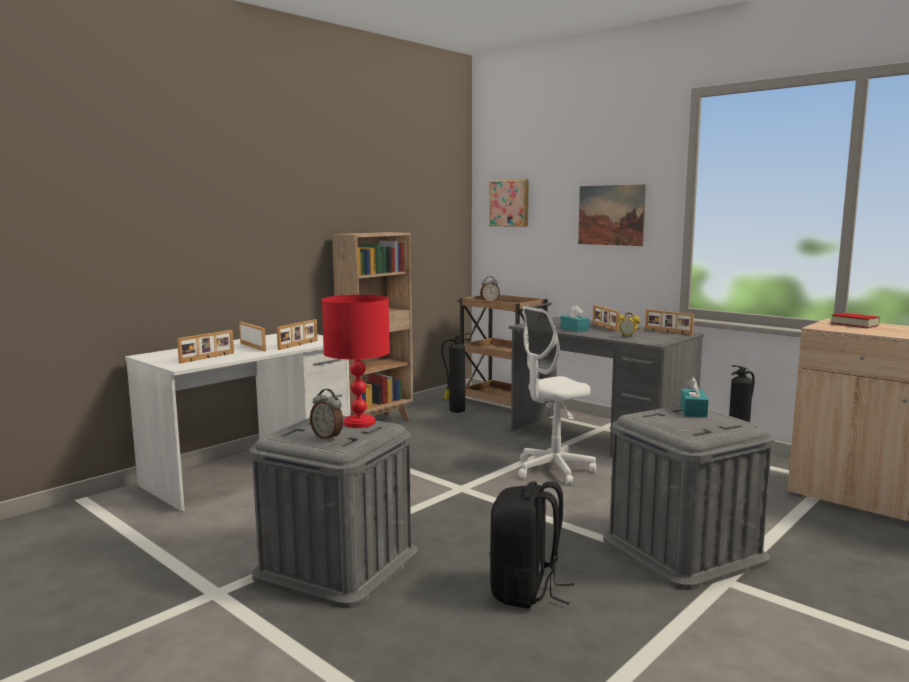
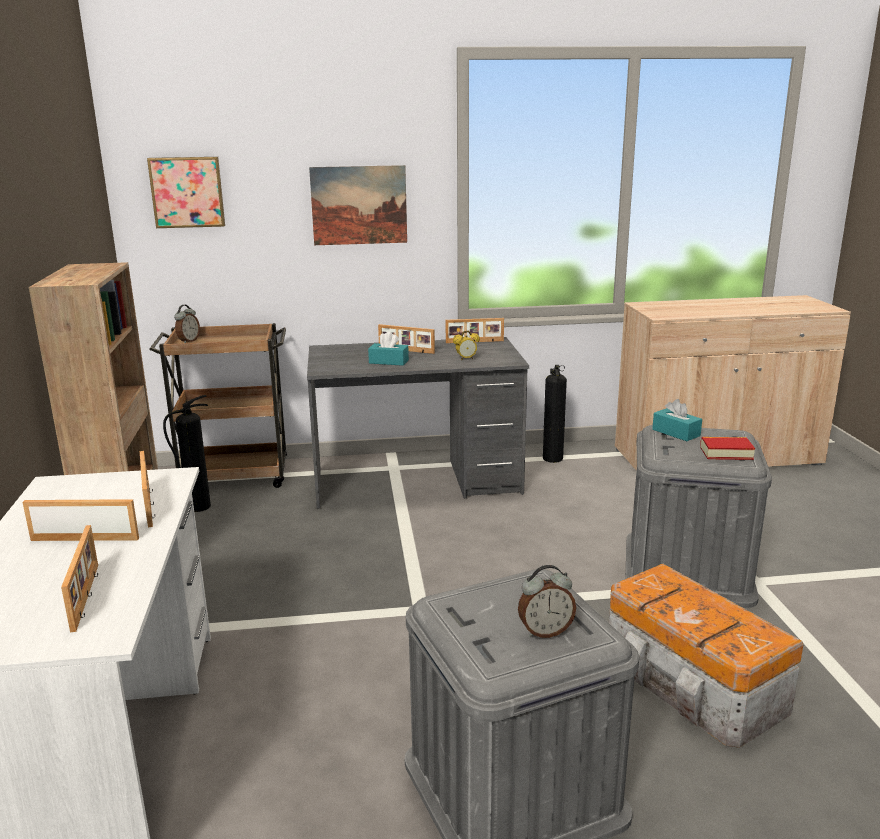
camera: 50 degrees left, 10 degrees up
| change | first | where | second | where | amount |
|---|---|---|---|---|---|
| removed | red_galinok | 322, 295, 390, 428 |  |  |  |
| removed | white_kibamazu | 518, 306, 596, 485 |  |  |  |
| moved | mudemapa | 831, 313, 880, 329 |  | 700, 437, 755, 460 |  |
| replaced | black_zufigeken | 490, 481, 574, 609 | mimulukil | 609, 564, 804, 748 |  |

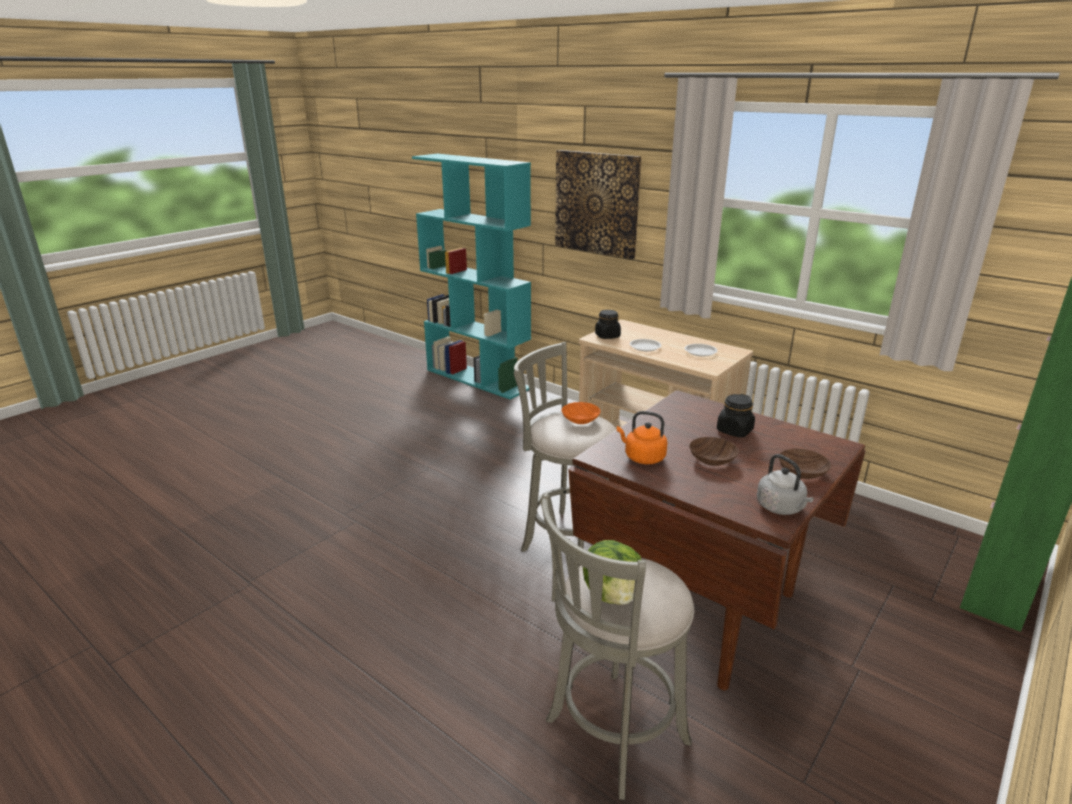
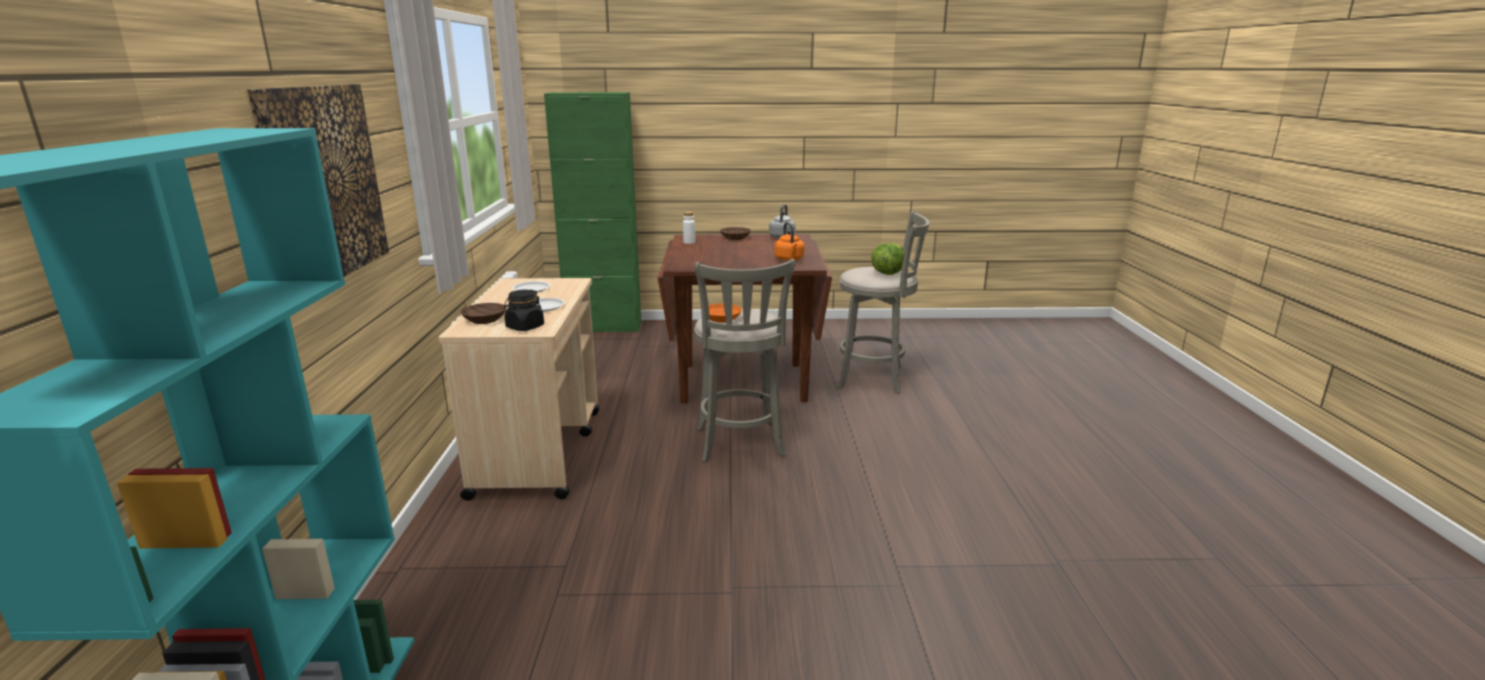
camera: 130 degrees left, 5 degrees down
| change | first | where | second | where | amount |
|---|---|---|---|---|---|
| removed | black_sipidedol | 717, 394, 755, 438 |  |  |  |
| moved | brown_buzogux | 689, 437, 739, 466 |  | 461, 303, 507, 324 |  |
| added |  |  | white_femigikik | 683, 211, 695, 244 |  |

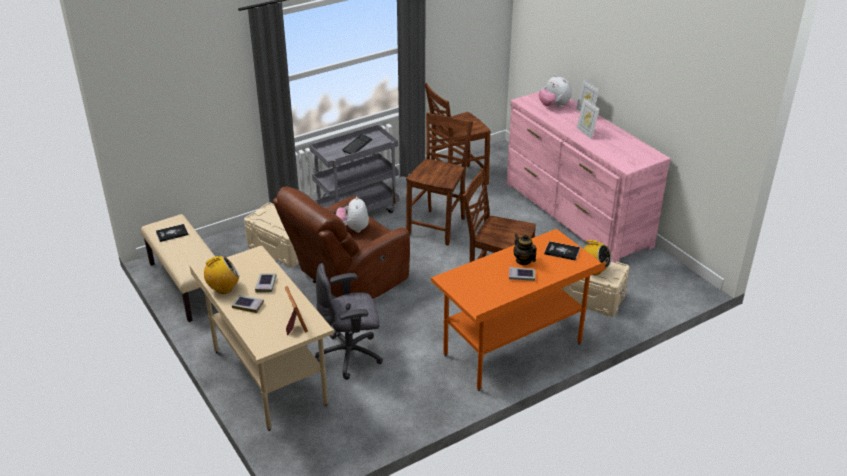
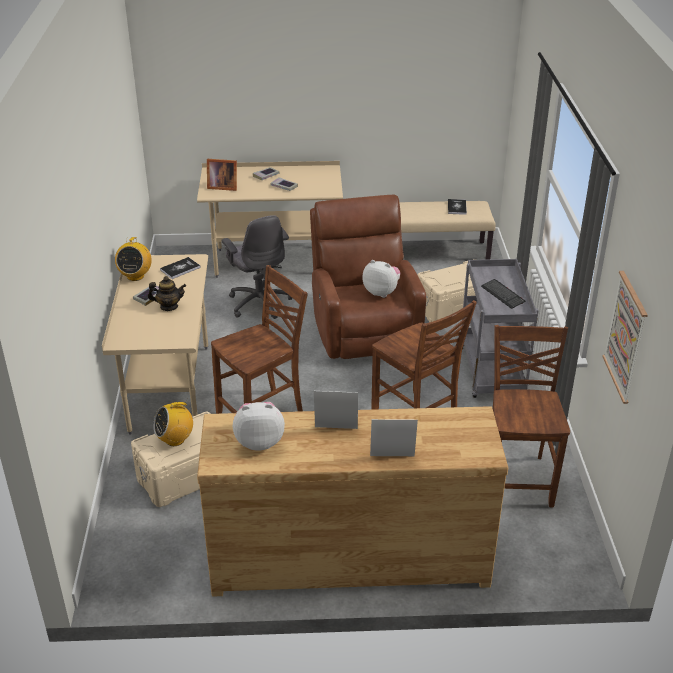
camera: 120 degrees right, 0 degrees up
| change | first | where | second | where | amount |
|---|---|---|---|---|---|
| moved | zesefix | 539, 74, 572, 107 |  | 233, 402, 285, 451 |  |
| recoloured | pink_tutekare | 507, 92, 671, 263 | brown_tutekare | 197, 406, 508, 597 |  |
| recoloured | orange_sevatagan | 431, 229, 606, 391 | beige_sevatagan | 102, 254, 208, 435 |  |
| moved | mudemapa | 544, 241, 580, 261 |  | 160, 257, 201, 279 |  |
| moved | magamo | 204, 256, 240, 294 |  | 115, 237, 152, 281 |  |
| turned | grey_kibamazu | 315, 263, 383, 380 |  | 222, 215, 292, 319 | 135 degrees clockwise |
| added |  |  | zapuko | 602, 271, 648, 404 |  |

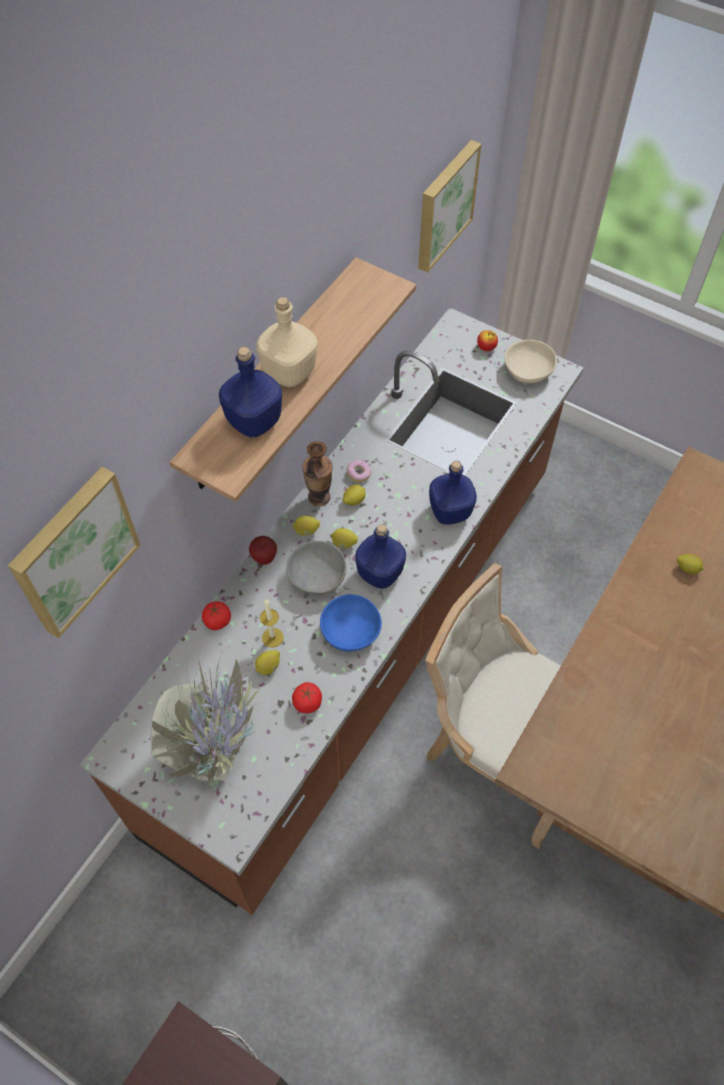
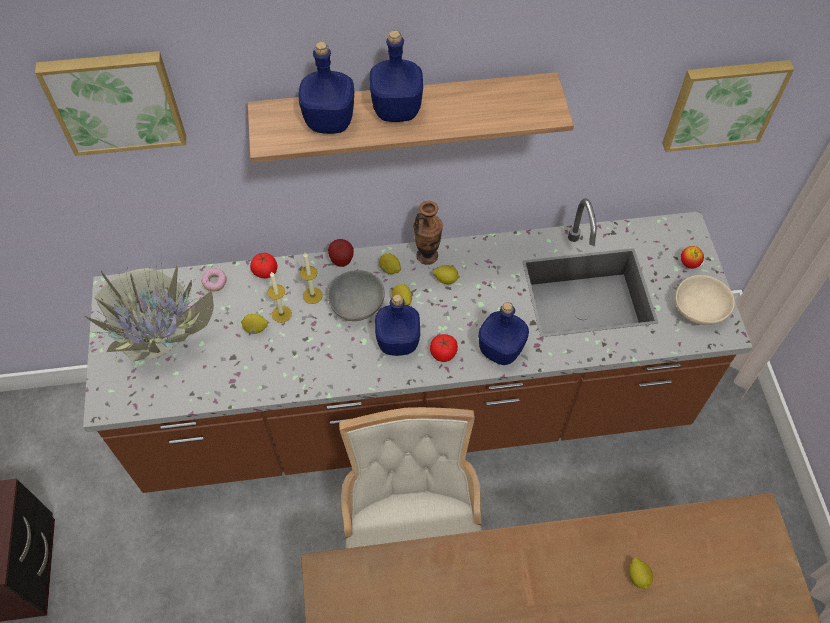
camera: 50 degrees right, 0 degrees up
| change | first | where | second | where | amount |
|---|---|---|---|---|---|
| recoloured | beige_femigikik | 256, 297, 317, 387 | blue_femigikik | 370, 30, 423, 122 |  |
| moved | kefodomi | 347, 460, 371, 482 |  | 202, 268, 227, 292 |  |
| removed | blue_buzogux | 320, 594, 382, 652 |  |  |  |
| moved | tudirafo | 292, 682, 322, 713 |  | 430, 334, 458, 362 |  |
| added |  |  | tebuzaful | 300, 253, 323, 304 |  |

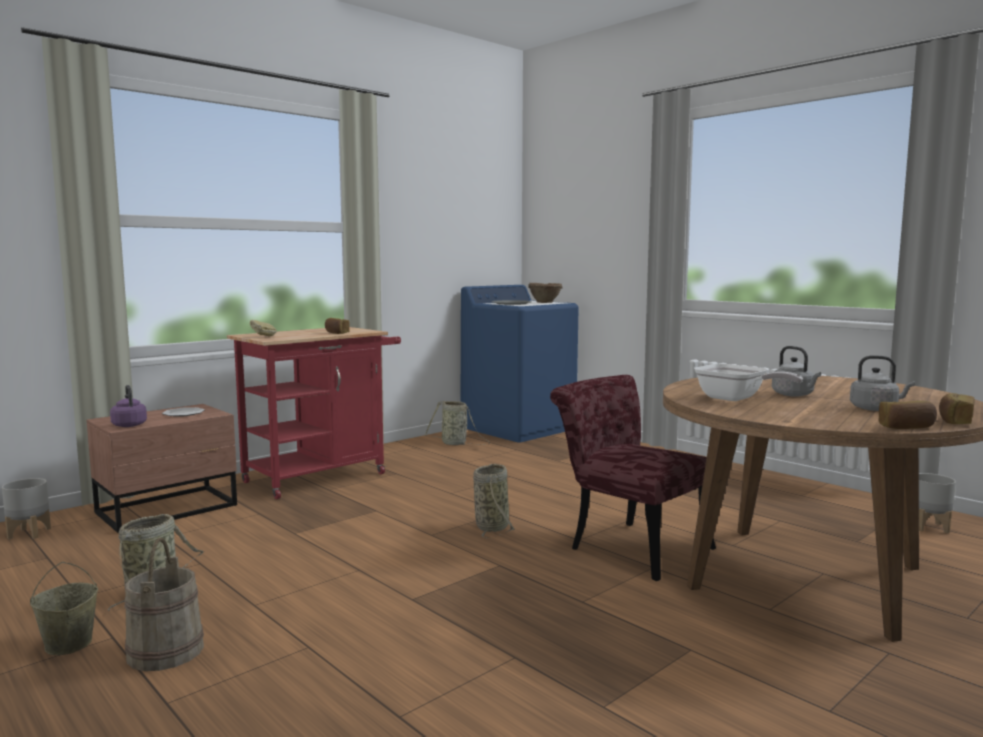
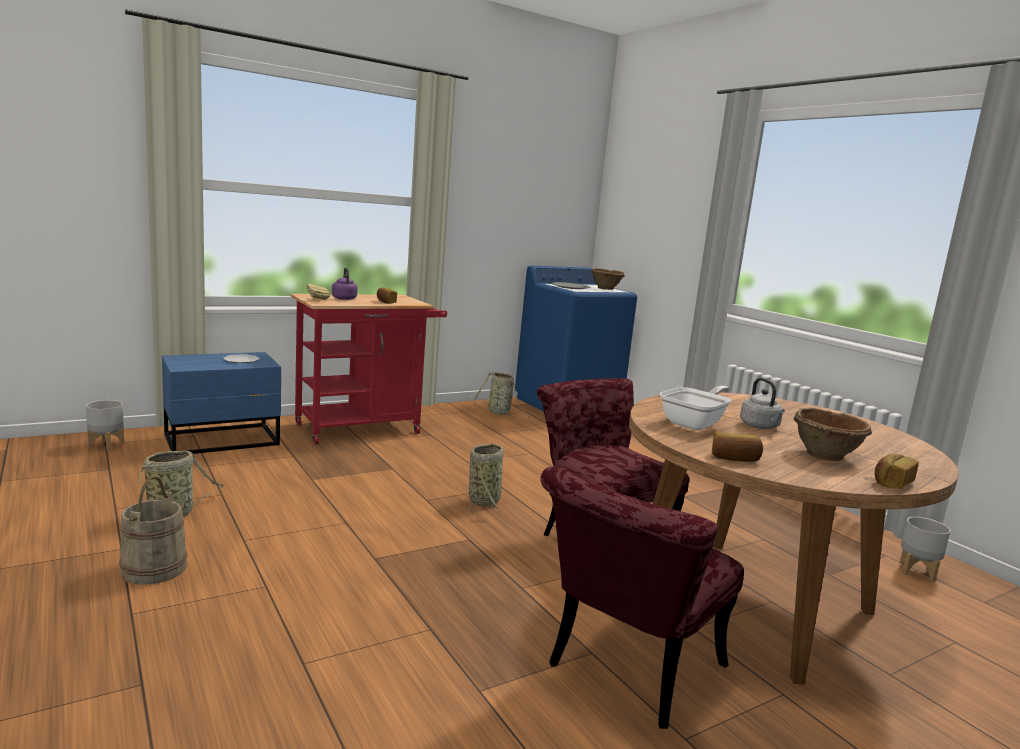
camera: 10 degrees right, 5 degrees up
| change | first | where | second | where | amount |
|---|---|---|---|---|---|
| replaced | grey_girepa | 850, 355, 915, 411 | brown_buzogux | 794, 408, 872, 461 |  |
| turned | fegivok | 694, 364, 803, 401 |  | 660, 386, 731, 430 | 105 degrees counterclockwise |
| moved | purple_girepa | 110, 385, 147, 427 |  | 332, 267, 358, 300 |  |
| moved | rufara | 879, 401, 937, 429 |  | 712, 431, 763, 462 |  |
| recoloured | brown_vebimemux | 86, 404, 237, 533 | blue_vebimemux | 162, 352, 281, 454 |  |
| removed | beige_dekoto | 30, 562, 98, 655 |  |  |  |
| added |  |  | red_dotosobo | 540, 466, 744, 729 |  |

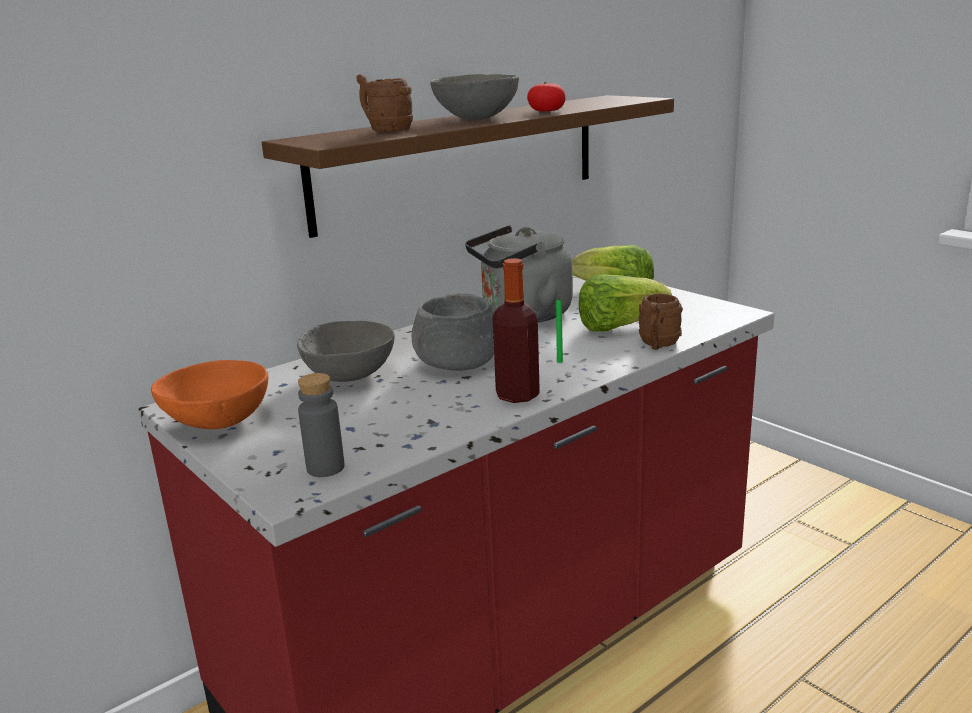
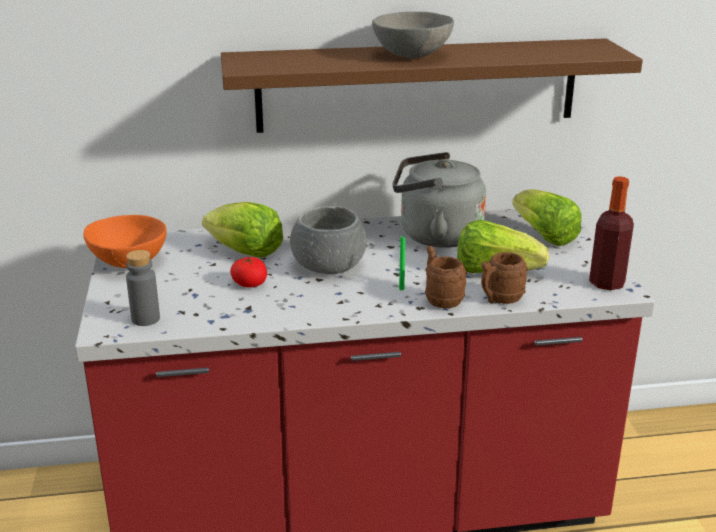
camera: 30 degrees right, 5 degrees up
| change | first | where | second | where | amount |
|---|---|---|---|---|---|
| moved | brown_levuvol | 357, 74, 413, 132 |  | 425, 246, 467, 308 |  |
| moved | tudirafo | 527, 82, 566, 111 |  | 230, 257, 267, 287 |  |
| moved | femigikik | 492, 258, 540, 403 |  | 589, 176, 634, 290 |  |
| replaced | grey_buzogux | 297, 321, 395, 382 | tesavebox | 202, 202, 283, 258 |  |

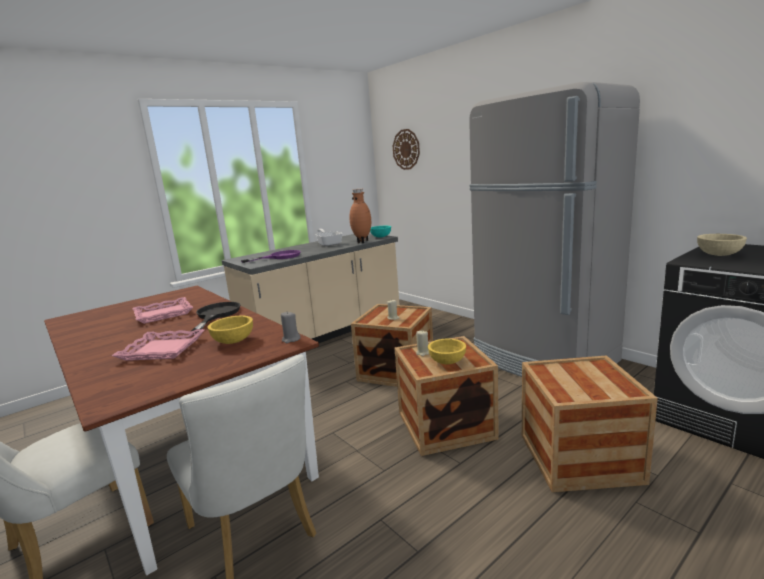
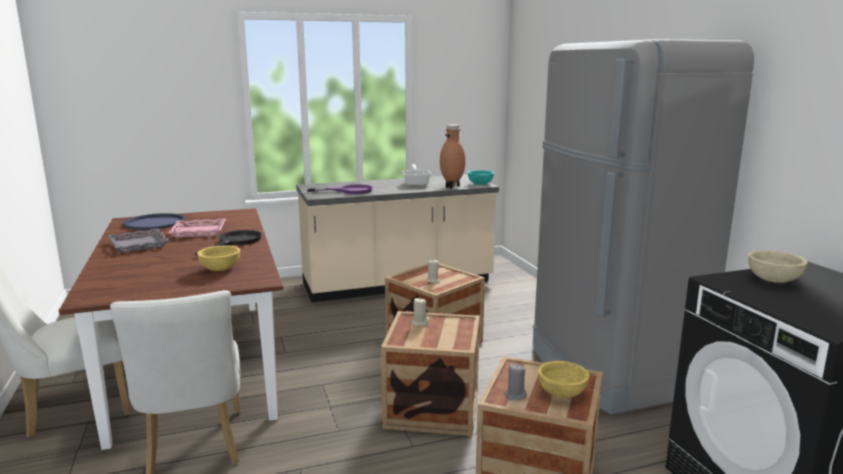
camera: 20 degrees right, 0 degrees up
| change | first | where | second | where | amount |
|---|---|---|---|---|---|
| removed | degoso | 393, 129, 420, 170 |  |  |  |
| moved | grey_tebuzaful | 281, 311, 301, 343 |  | 505, 364, 527, 400 |  |
| removed | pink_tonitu | 112, 329, 204, 361 |  |  |  |
| moved | yellow_buzogux | 428, 339, 466, 364 |  | 538, 361, 589, 398 |  |
| added |  |  | blue_tonitu | 122, 213, 186, 230 |  |
| added |  |  | grey_tonitu | 107, 228, 169, 253 |  |

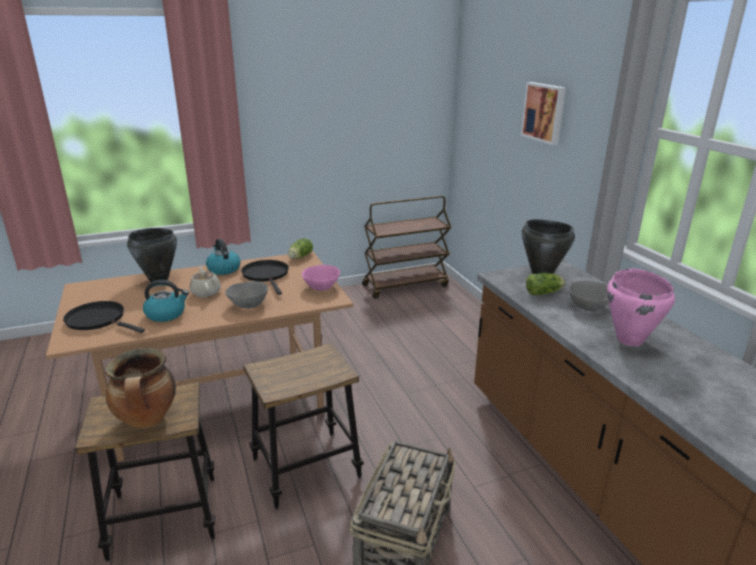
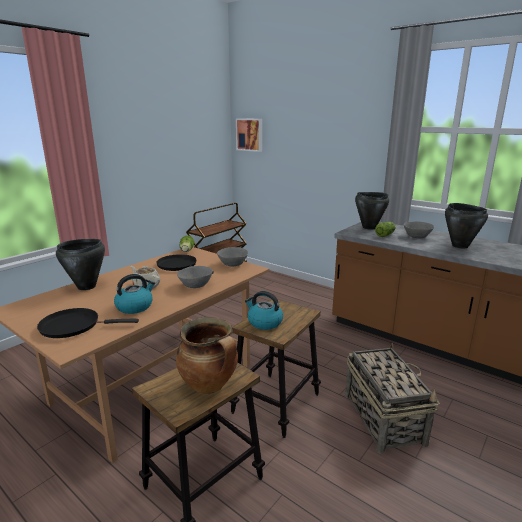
camera: 30 degrees left, 5 degrees down
| change | first | where | second | where | amount |
|---|---|---|---|---|---|
| moved | zapuko | 521, 82, 566, 145 |  | 236, 119, 262, 152 |  |
| moved | girepa | 206, 239, 240, 275 |  | 245, 291, 283, 330 |  |
| recoloured | pink_buzogux | 302, 265, 340, 291 | grey_buzogux | 217, 247, 248, 266 |  |
| recoloured | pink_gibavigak | 607, 268, 675, 346 | black_gibavigak | 445, 203, 488, 248 |  |

